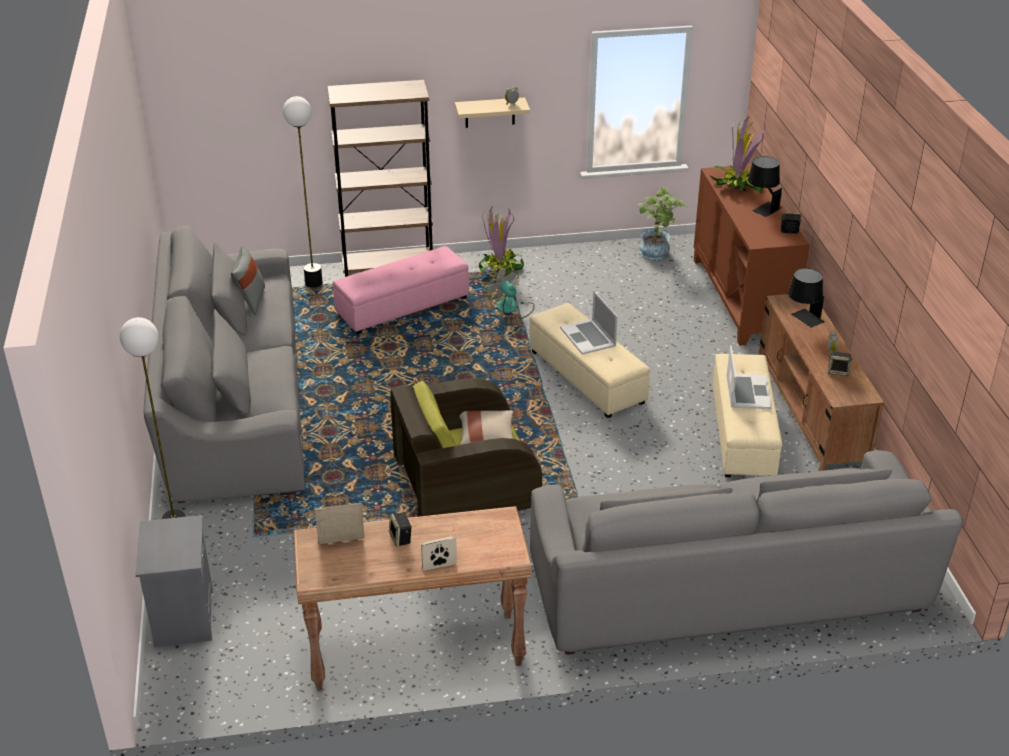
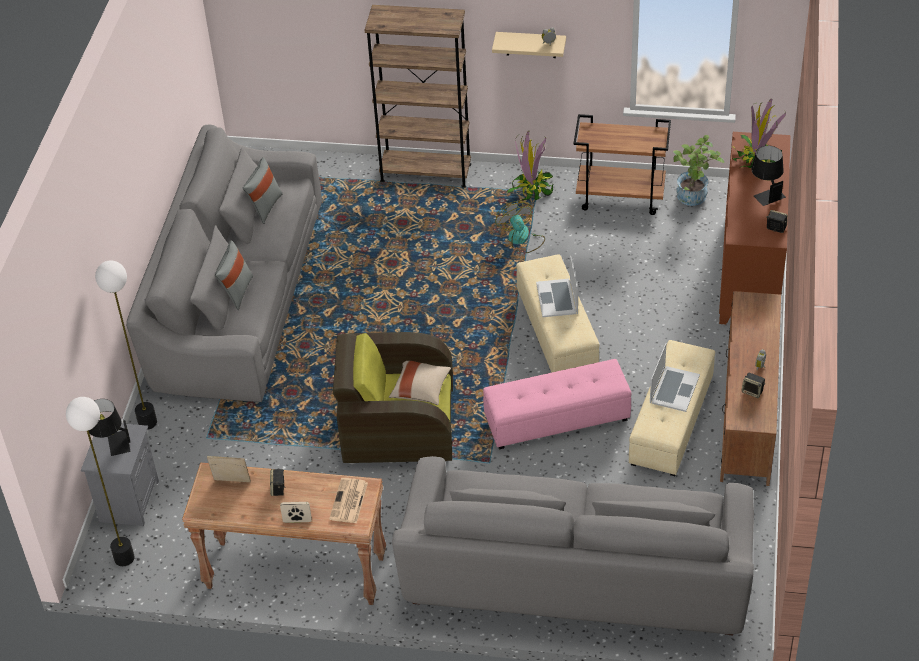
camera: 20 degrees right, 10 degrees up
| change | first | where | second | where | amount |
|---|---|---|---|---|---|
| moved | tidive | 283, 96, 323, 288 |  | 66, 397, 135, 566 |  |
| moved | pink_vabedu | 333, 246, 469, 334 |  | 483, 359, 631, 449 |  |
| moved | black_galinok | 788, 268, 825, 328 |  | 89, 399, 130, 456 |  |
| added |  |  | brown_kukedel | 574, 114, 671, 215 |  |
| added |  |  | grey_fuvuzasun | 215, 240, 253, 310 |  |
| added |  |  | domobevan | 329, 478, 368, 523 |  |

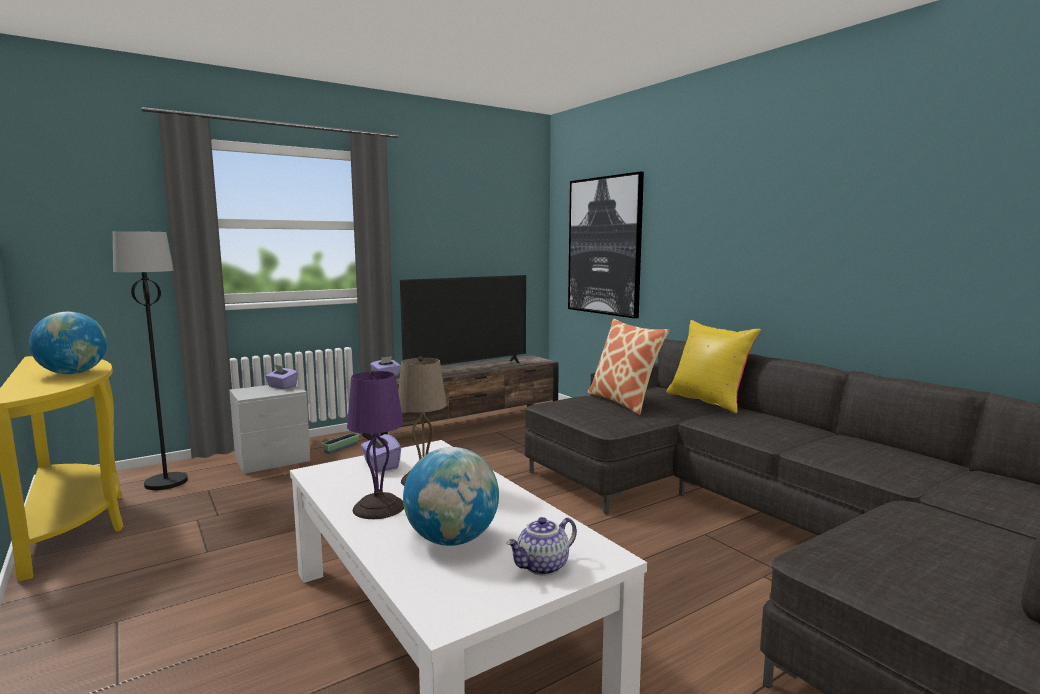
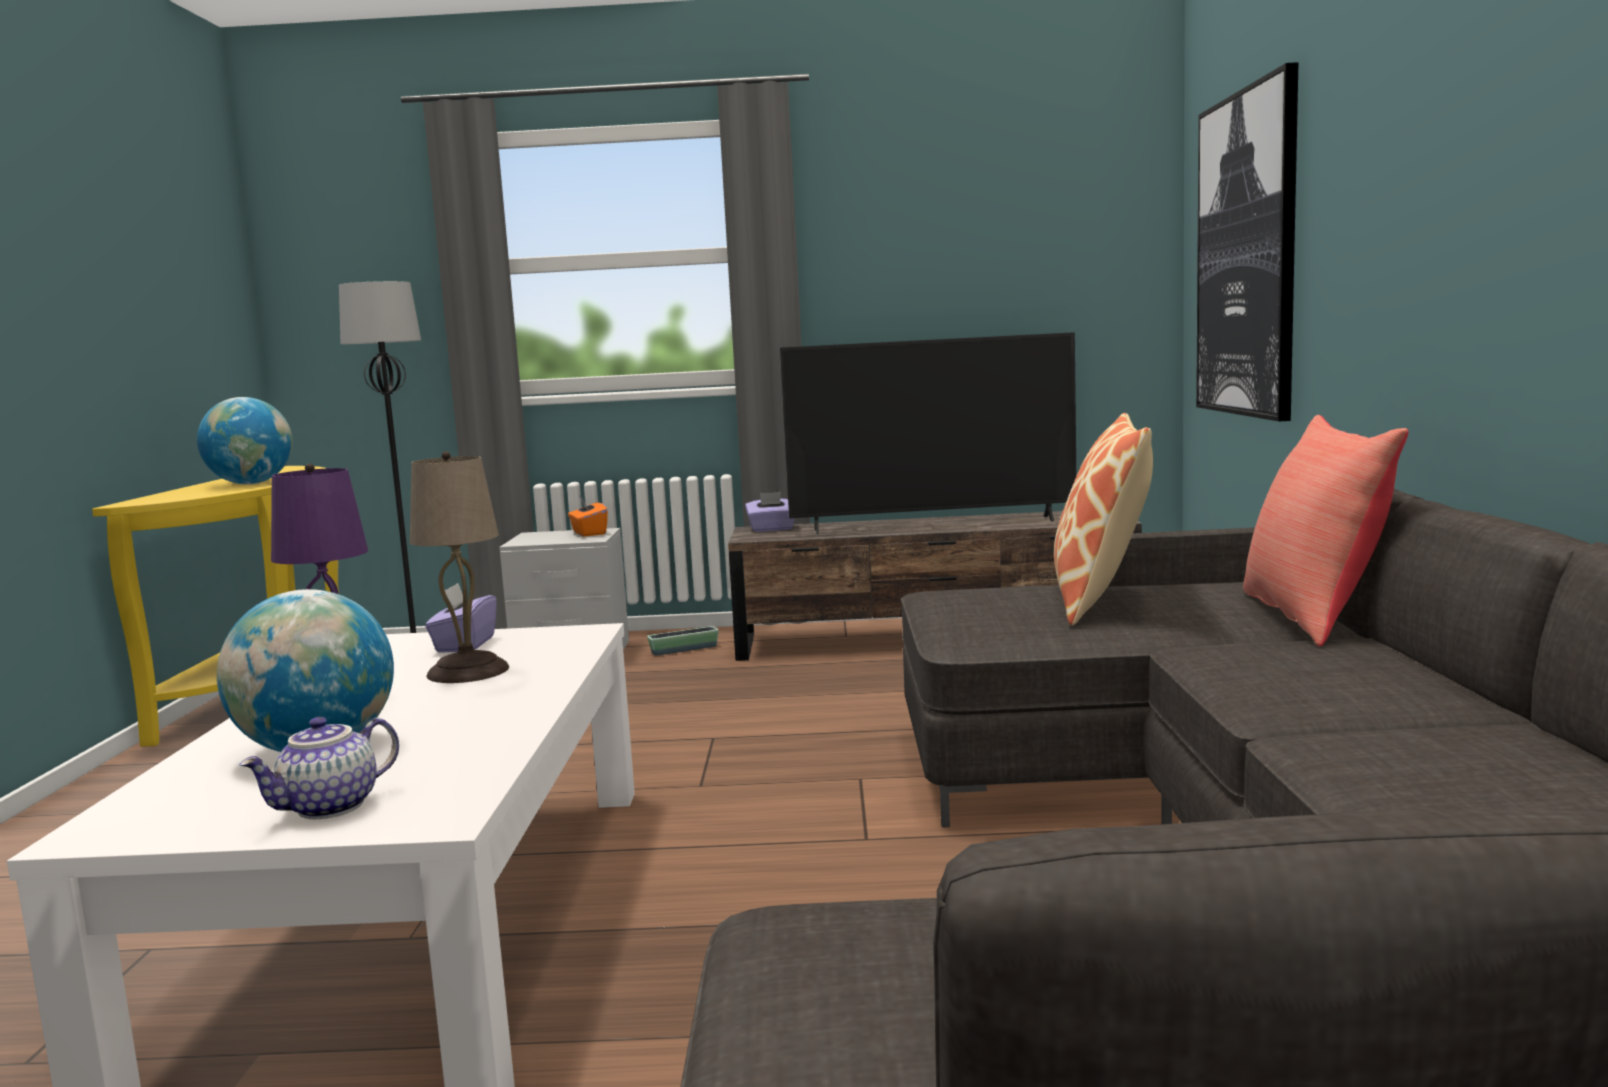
camera: 35 degrees right, 0 degrees up
| change | first | where | second | where | amount |
|---|---|---|---|---|---|
| recoloured | yellow_fuvuzasun | 666, 320, 761, 414 | red_fuvuzasun | 1243, 415, 1409, 646 |  |
| recoloured | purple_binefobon | 265, 364, 298, 389 | orange_binefobon | 568, 495, 608, 537 |  |
| turned | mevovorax | 506, 517, 577, 576 |  | 239, 717, 399, 819 | 45 degrees counterclockwise |

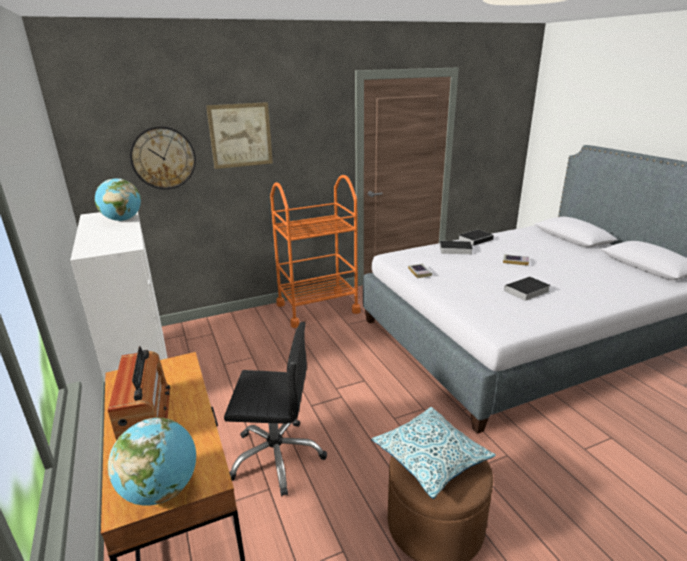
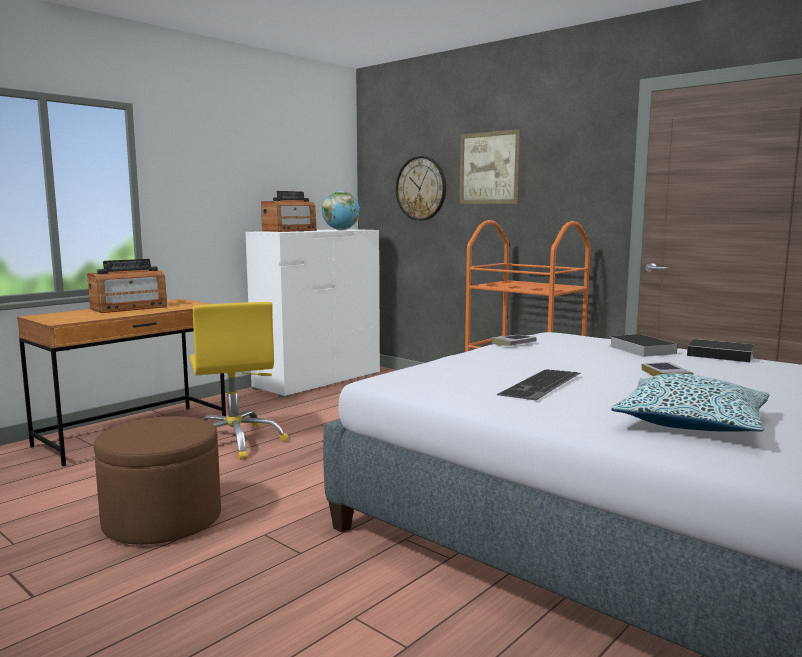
camera: 65 degrees right, 15 degrees down
| change | first | where | second | where | amount |
|---|---|---|---|---|---|
| replaced | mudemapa | 501, 276, 551, 301 | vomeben | 496, 369, 580, 400 |  |
| recoloured | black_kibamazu | 224, 322, 327, 497 | yellow_kibamazu | 190, 302, 288, 459 |  |
| moved | fuvuzasun | 371, 407, 496, 499 |  | 611, 373, 769, 432 |  |
| removed | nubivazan | 108, 418, 196, 505 |  |  |  |
| added |  |  | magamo | 261, 191, 317, 232 |  |

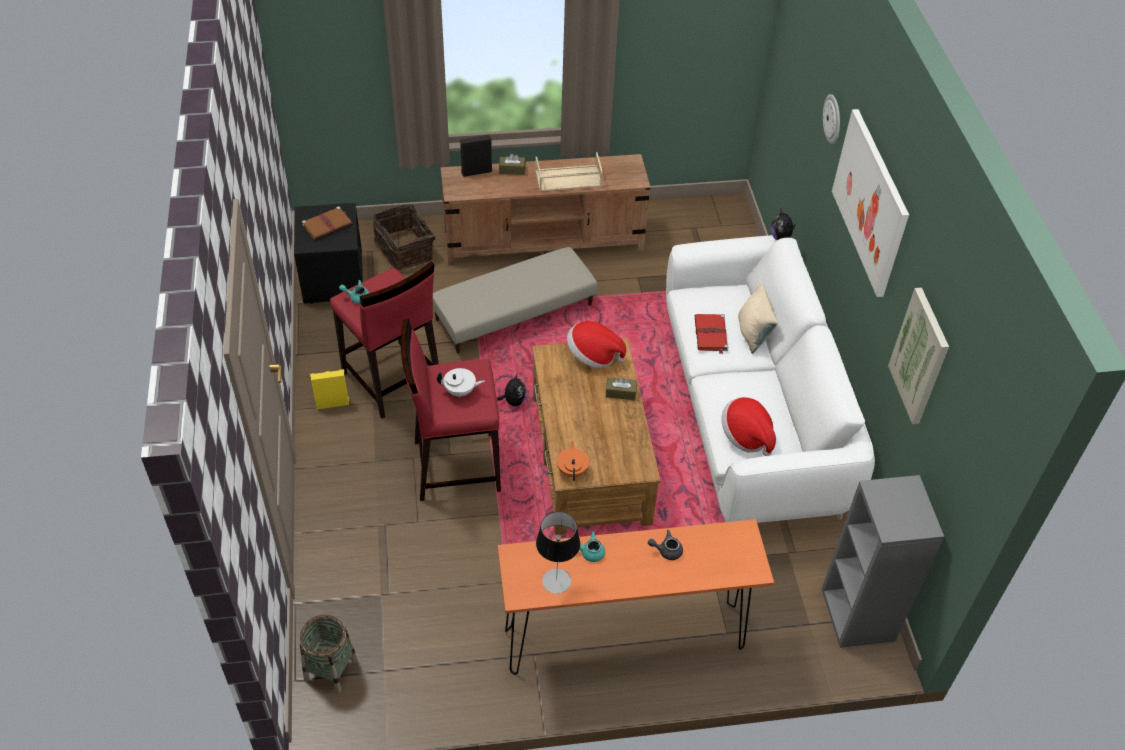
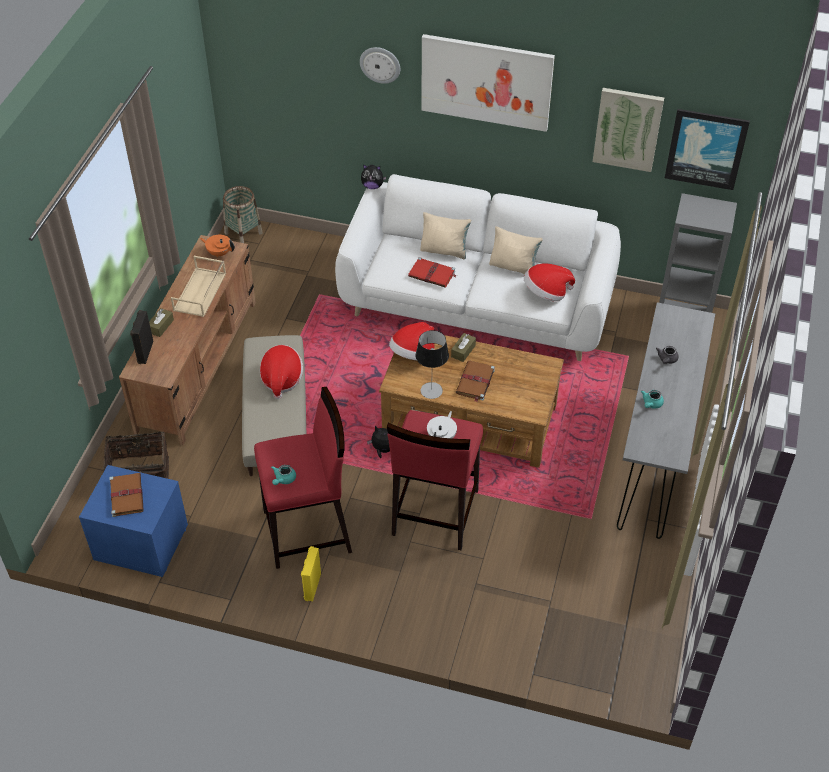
camera: 65 degrees left, 0 degrees up
| change | first | where | second | where | amount |
|---|---|---|---|---|---|
| recoloured | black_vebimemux | 294, 203, 363, 304 | blue_vebimemux | 79, 465, 188, 577 |  |
| moved | orange_mevovorax | 557, 441, 589, 481 |  | 200, 235, 235, 257 |  |
| moved | galinok | 536, 512, 580, 594 |  | 416, 330, 449, 399 |  |
| recoloured | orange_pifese | 498, 519, 774, 675 | grey_pifese | 617, 302, 715, 539 |  |
| moved | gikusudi | 300, 615, 358, 693 |  | 223, 186, 263, 243 |  |
| added |  |  | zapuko | 665, 109, 750, 190 |  |
| added |  |  | beige_fuvuzasun | 489, 226, 543, 274 |  |
| added |  |  | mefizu | 260, 345, 303, 399 |  |
| added |  |  | brown_mudemapa | 456, 361, 495, 402 |  |

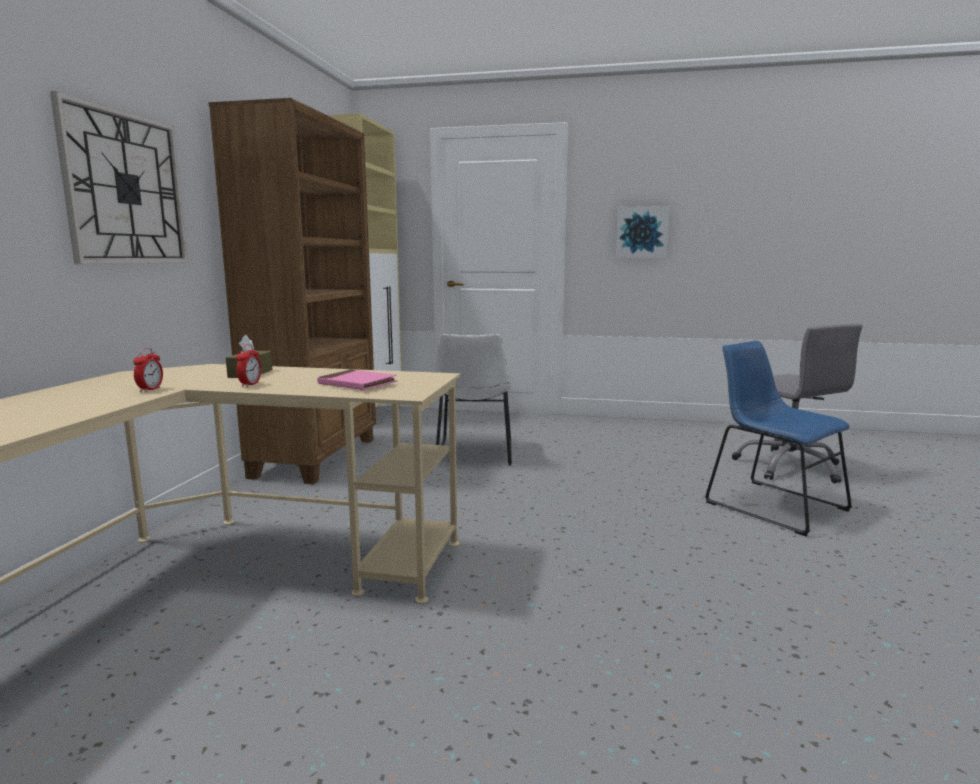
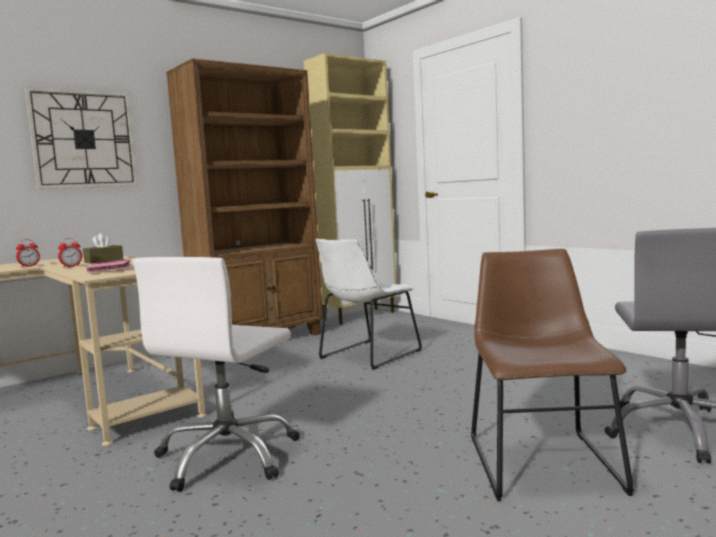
camera: 40 degrees right, 5 degrees down
| change | first | where | second | where | amount |
|---|---|---|---|---|---|
| removed | zapuko | 616, 206, 669, 258 |  |  |  |
| recoloured | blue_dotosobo | 705, 341, 852, 537 | brown_dotosobo | 471, 249, 634, 501 |  |
| added |  |  | white_kibamazu | 133, 257, 300, 492 |  |

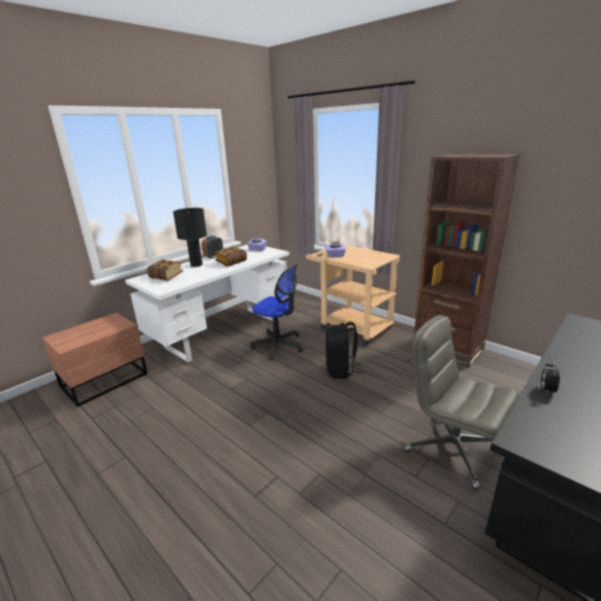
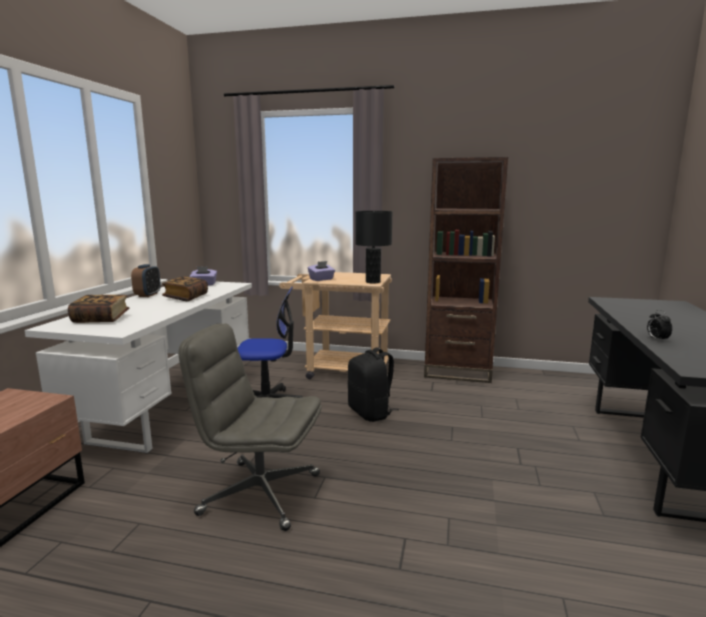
camera: 30 degrees left, 10 degrees down
| change | first | where | second | where | amount |
|---|---|---|---|---|---|
| moved | black_galinok | 173, 208, 207, 267 |  | 355, 211, 393, 284 |  |
| moved | grey_kibamazu | 404, 315, 519, 491 |  | 179, 323, 321, 531 |  |

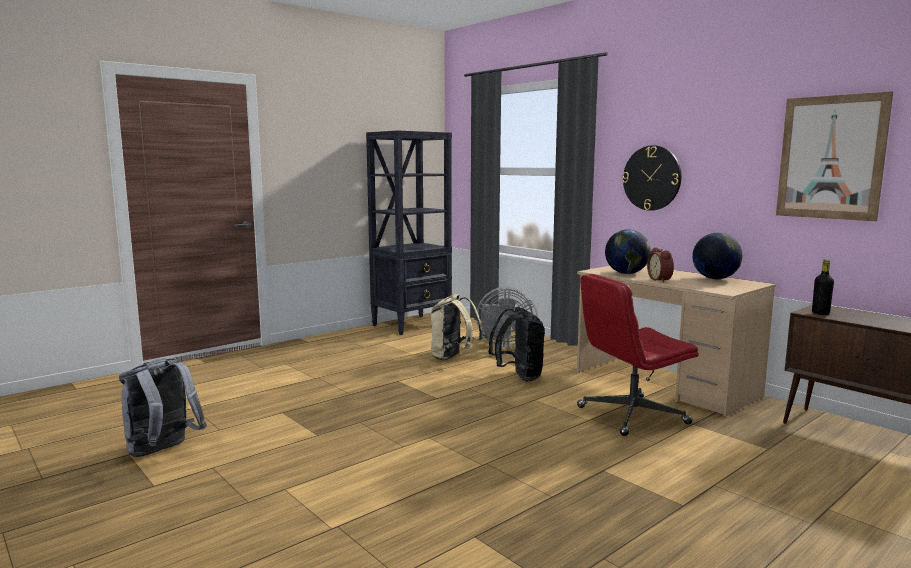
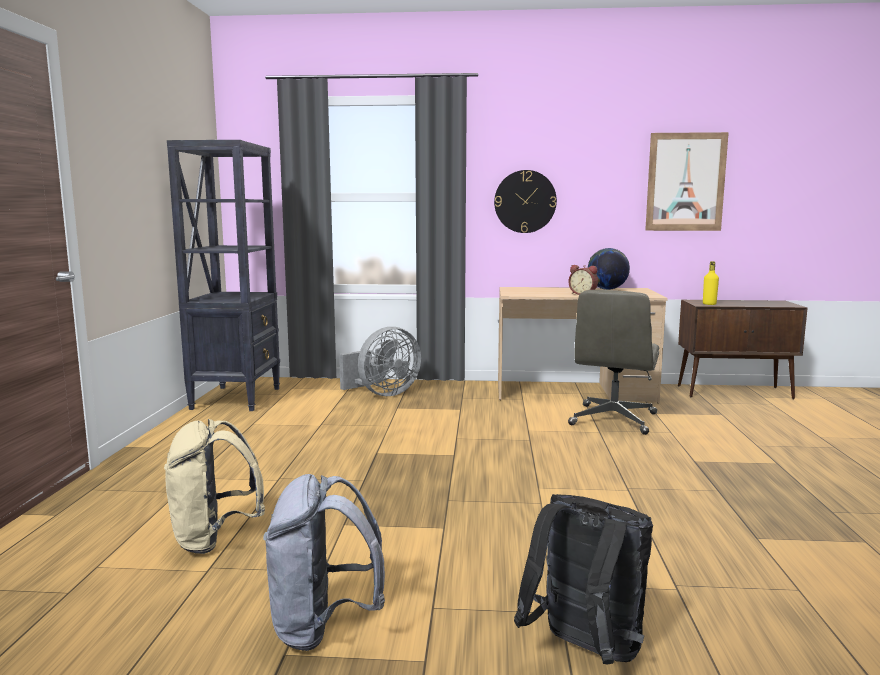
camera: 45 degrees left, 0 degrees up
| change | first | where | second | where | amount |
|---|---|---|---|---|---|
| removed | nubivazan | 605, 229, 651, 274 |  |  |  |
| recoloured | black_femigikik | 812, 260, 834, 315 | yellow_femigikik | 703, 261, 719, 305 |  |
| recoloured | red_kibamazu | 577, 274, 699, 436 | grey_kibamazu | 568, 290, 659, 435 |  |
| moved | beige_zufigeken | 430, 294, 483, 360 |  | 164, 419, 265, 554 |  |
| moved | black_zufigeken | 488, 307, 545, 381 |  | 514, 494, 653, 664 |  |

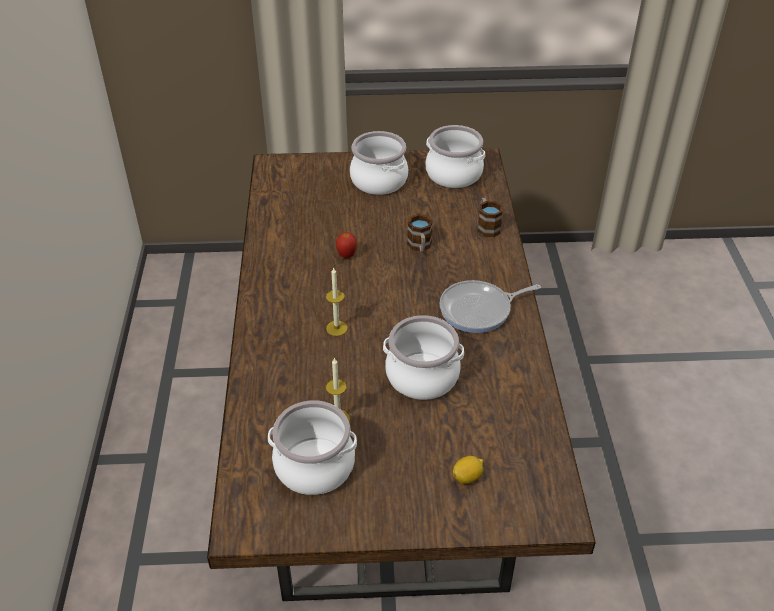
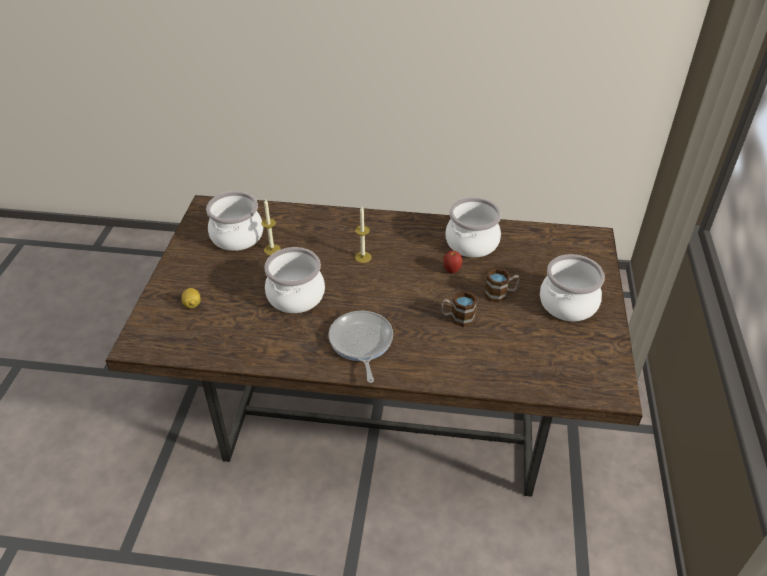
camera: 100 degrees right, 0 degrees up
| change | first | where | second | where | amount |
|---|---|---|---|---|---|
| moved | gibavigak | 426, 125, 485, 188 |  | 445, 197, 501, 258 |  |
| moved | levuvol | 478, 198, 503, 237 |  | 484, 268, 520, 303 |  |

